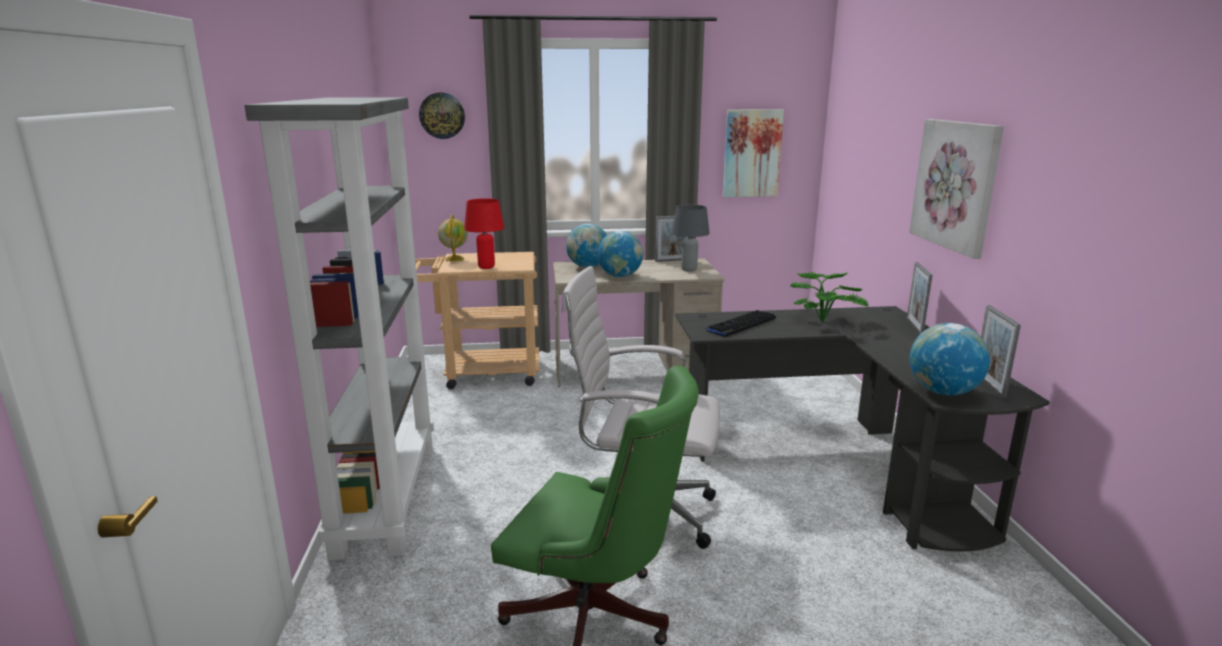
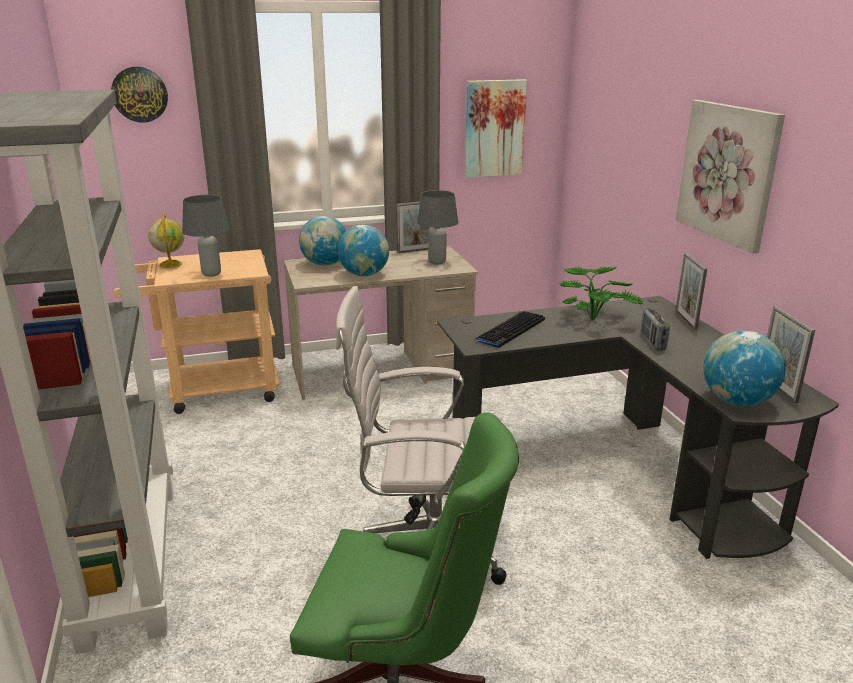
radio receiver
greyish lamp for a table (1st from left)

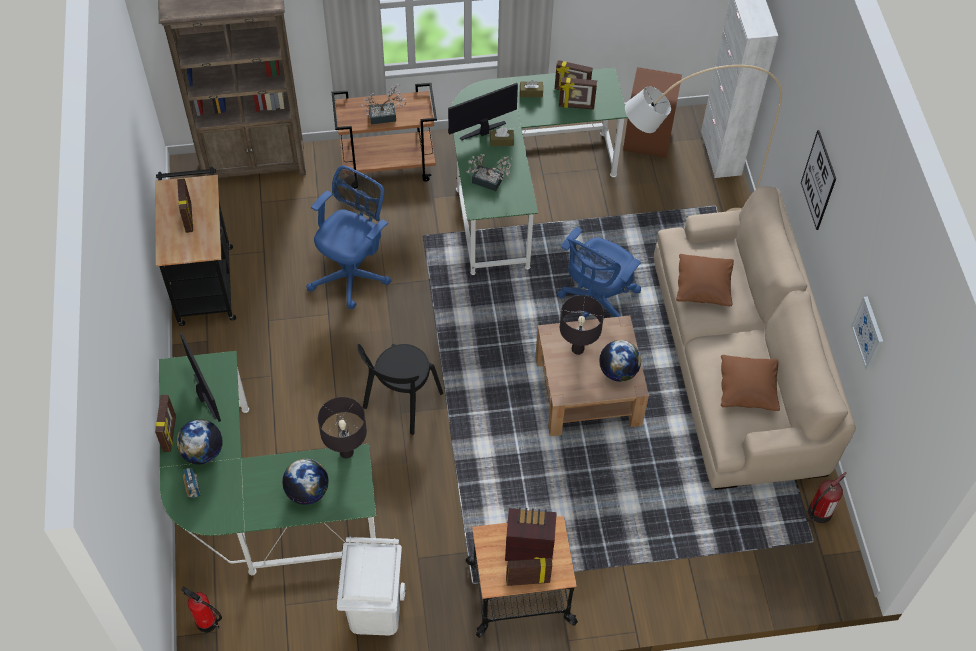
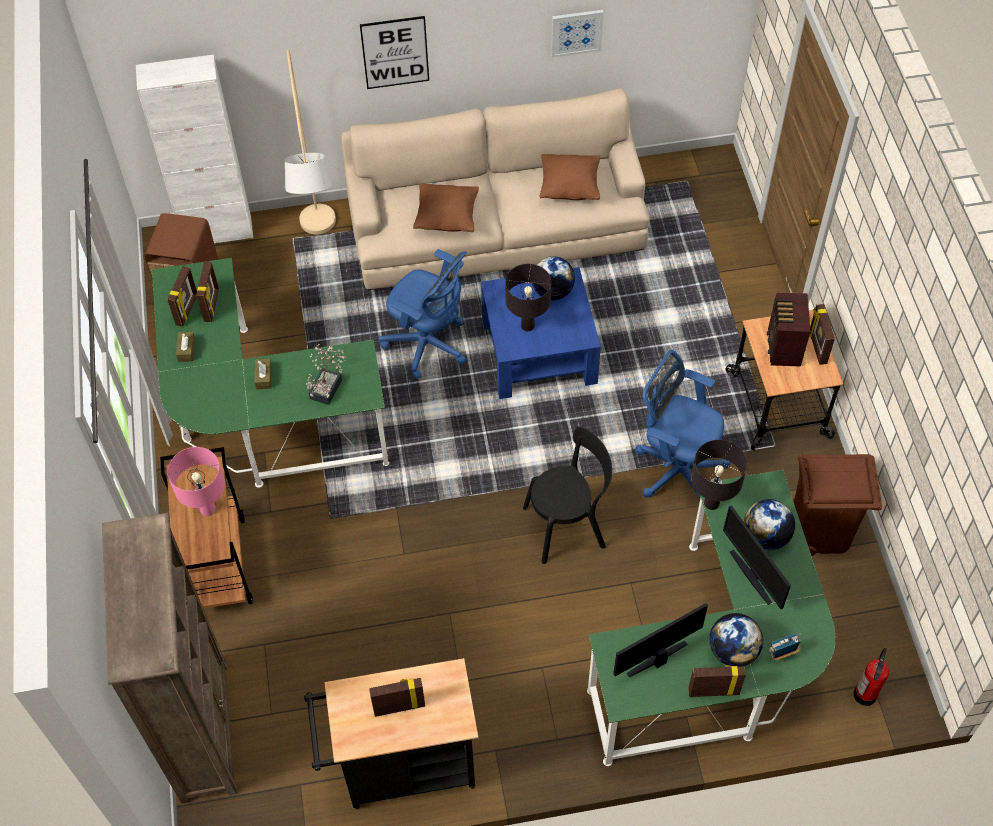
extinguisher (2nd from left in the first image)
blue-coloured office chair (2nd from left)
monitor (2nd from left)
pink lamp for a table
brown rubbish bin (2nd from left)
blue-coloured coffee table
black-coloured upright chair

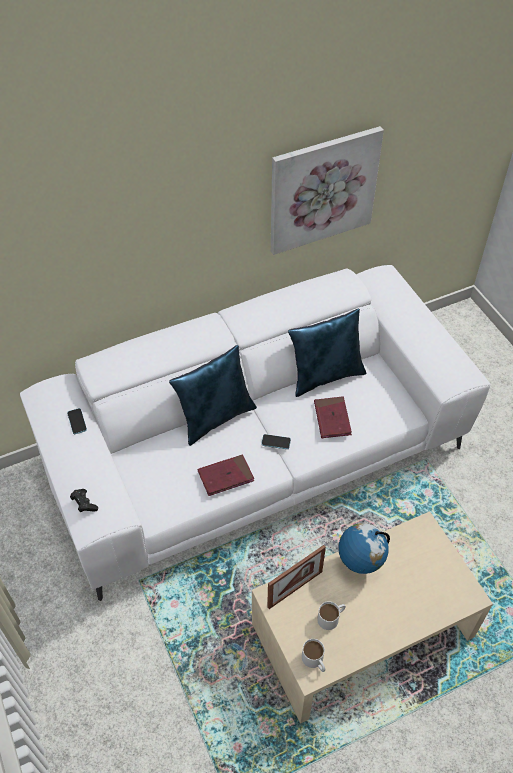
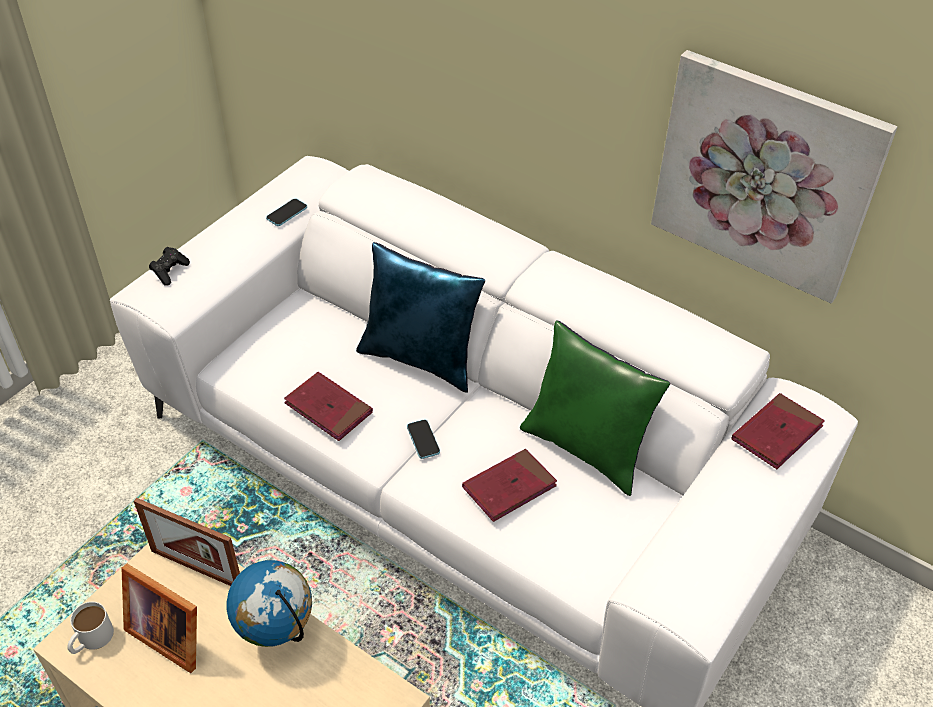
red-coloured book (3rd from left)
photo frame (1st from left)
green-coloured cushion

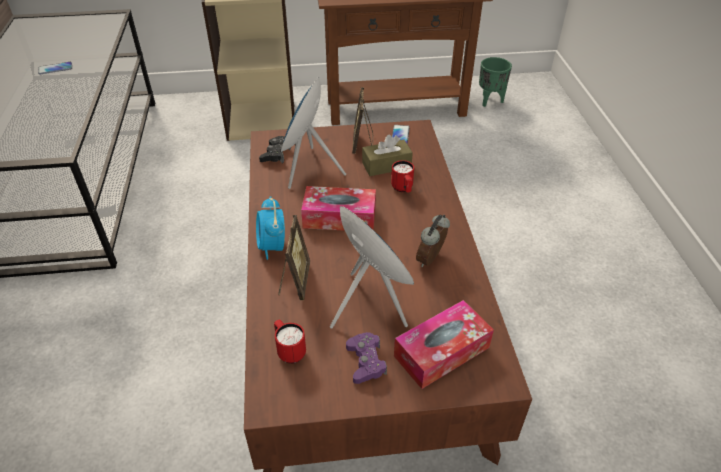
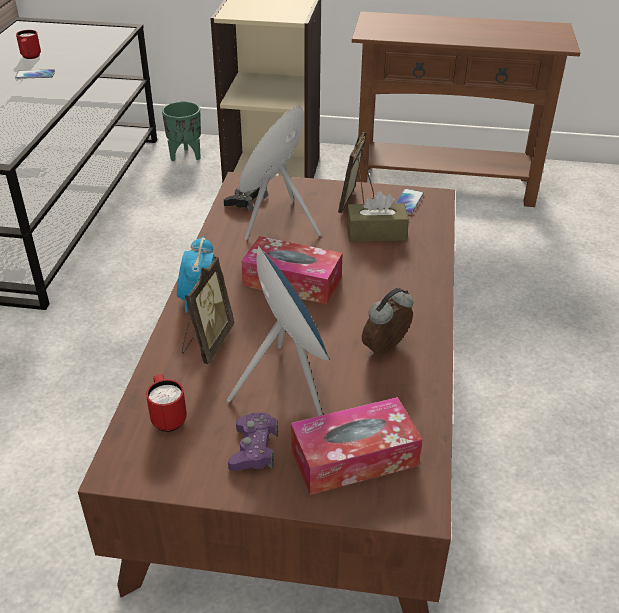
red-coloured mug (1st from left)
green-coloured flower pot

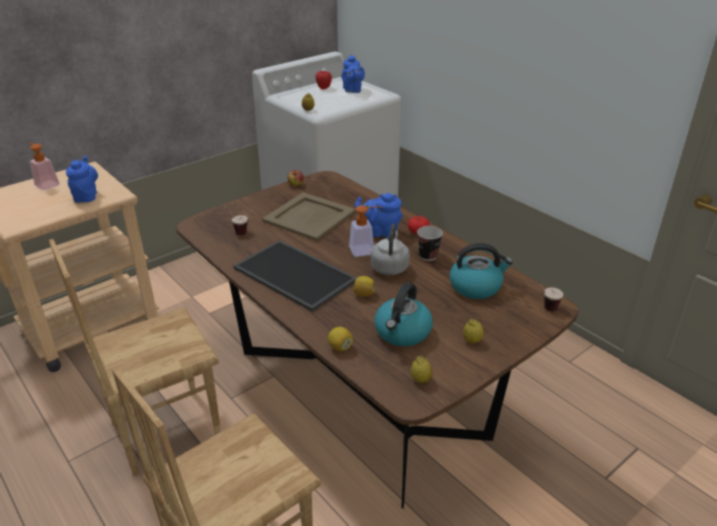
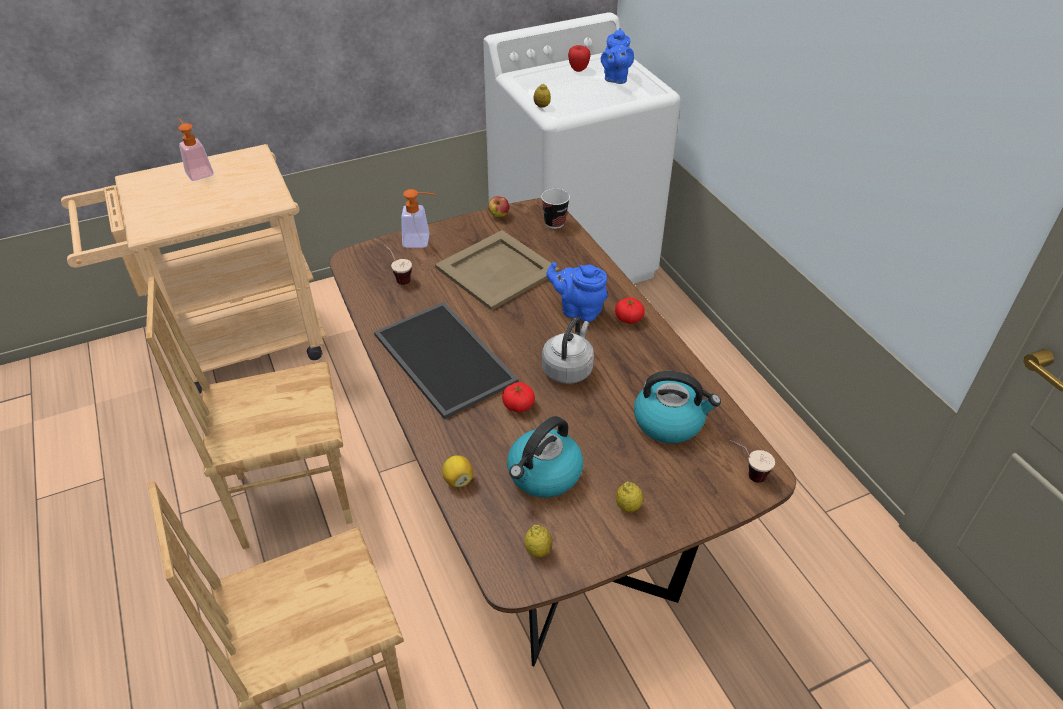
blue-coloured pot for tea (1st from left in the first image)
soap dispenser (2nd from left)
small cup (2nd from left)
whole tomato (1st from left)

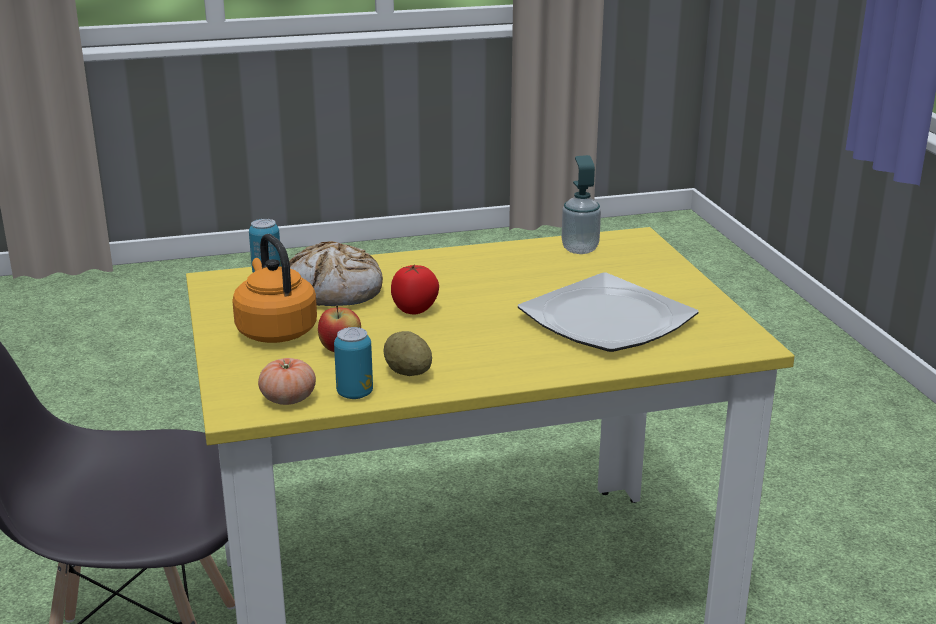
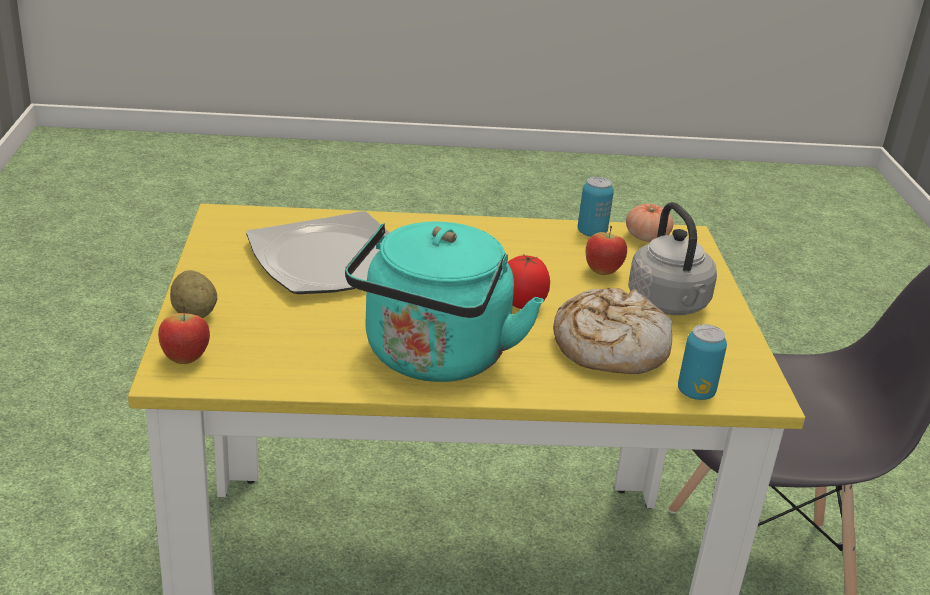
soap dispenser
apple fruit (1st from left)
turquoise-coloured tea kettle
whole potato
greyish tea kettle

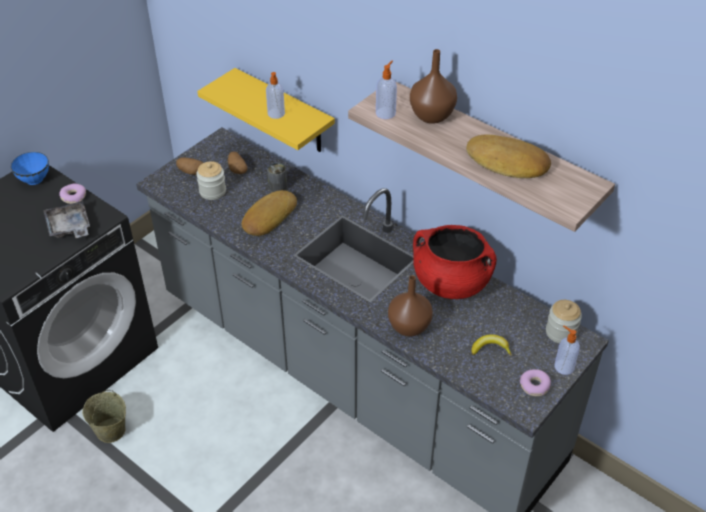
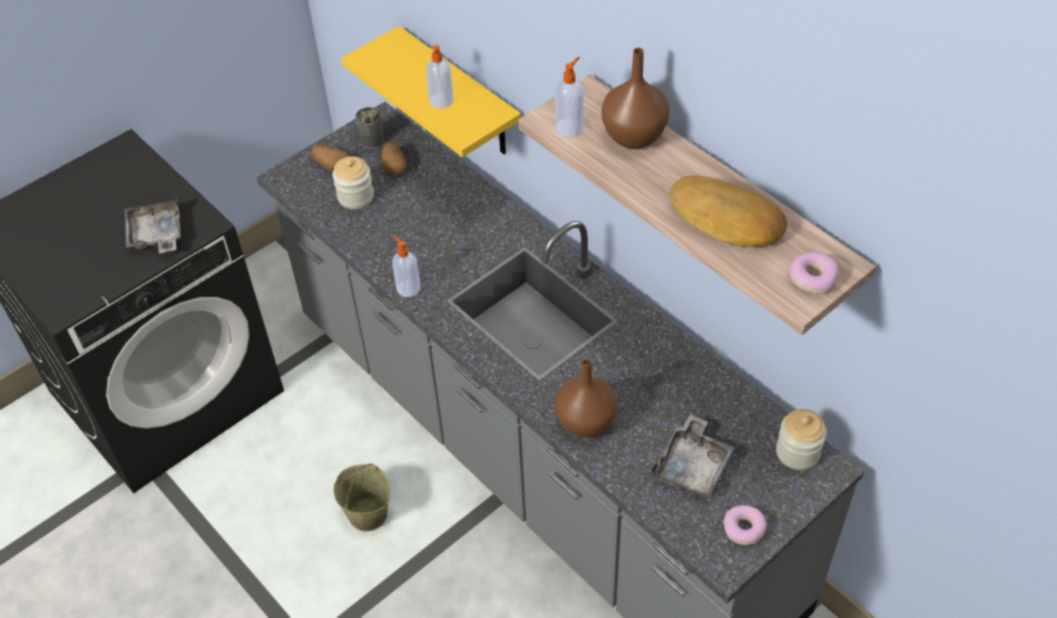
blue-coloured bowl
bread (1st from left in the first image)
red-coloured cooking pot
doughnut (2nd from left)
beige water bucket
sealed can
soap dispenser (1st from left)
greyish tray (2nd from left)

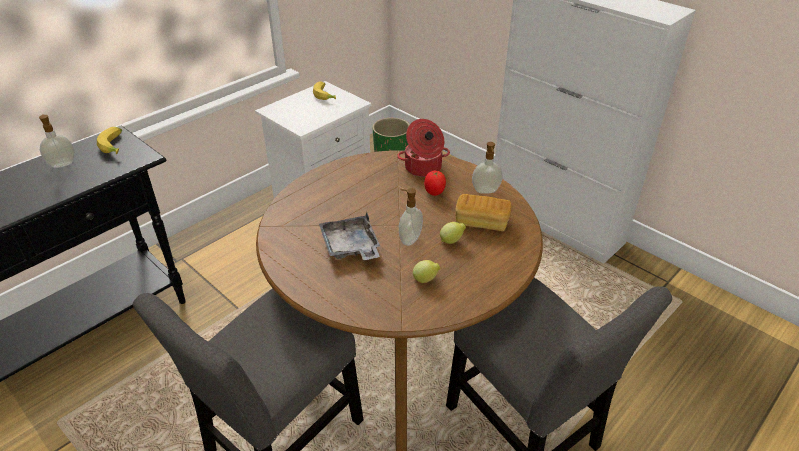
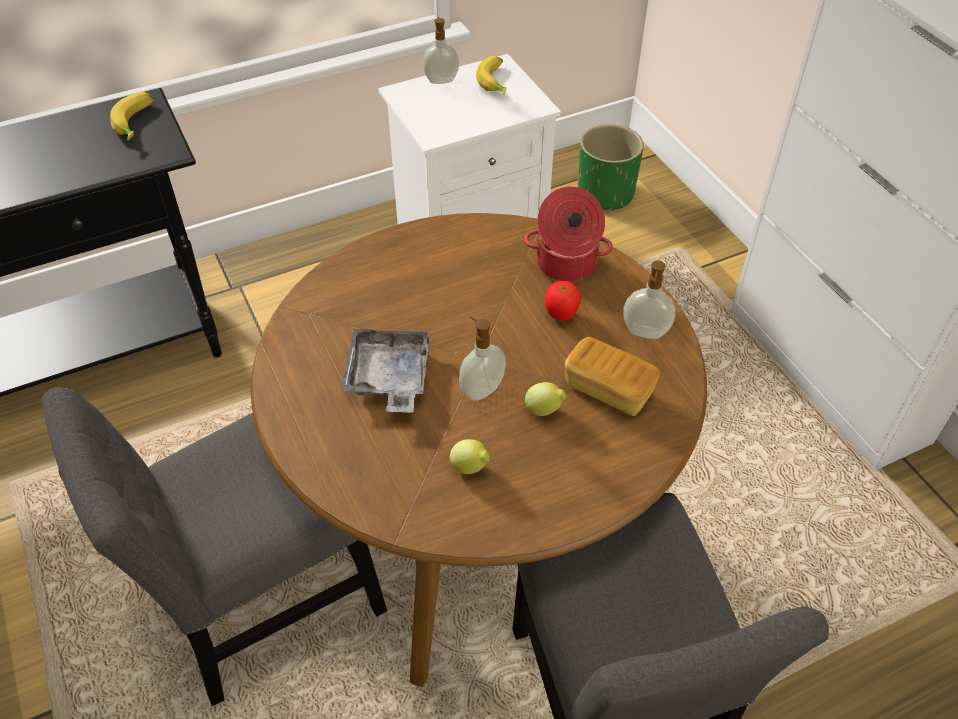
soap dispenser (1st from left)

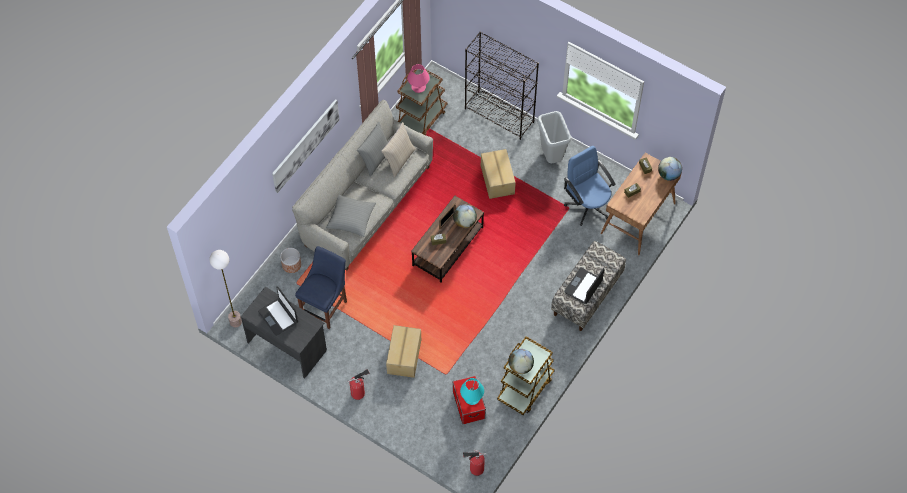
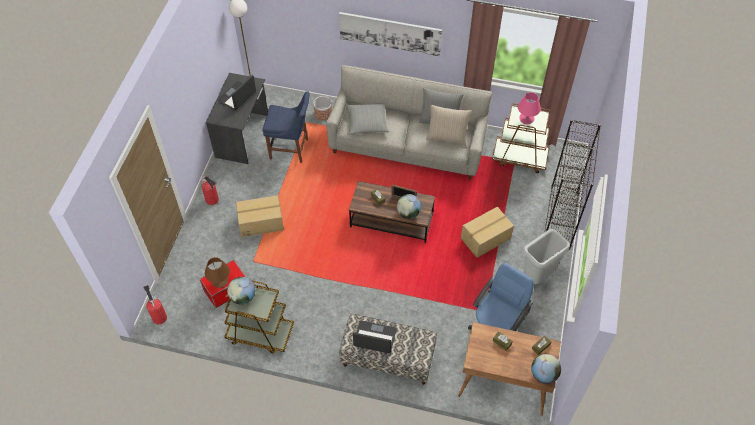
brown lamp for a table

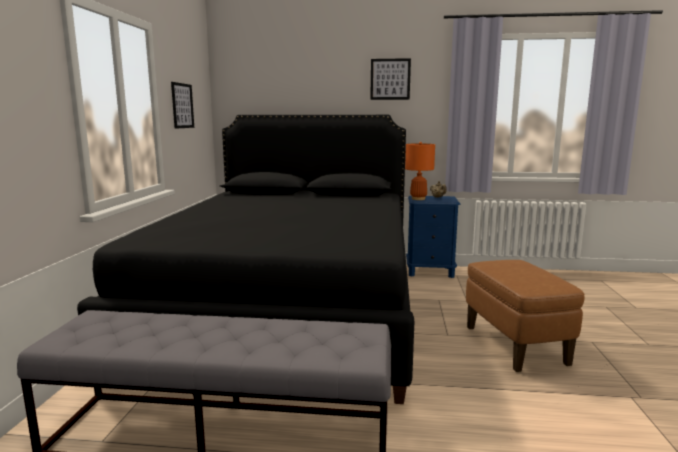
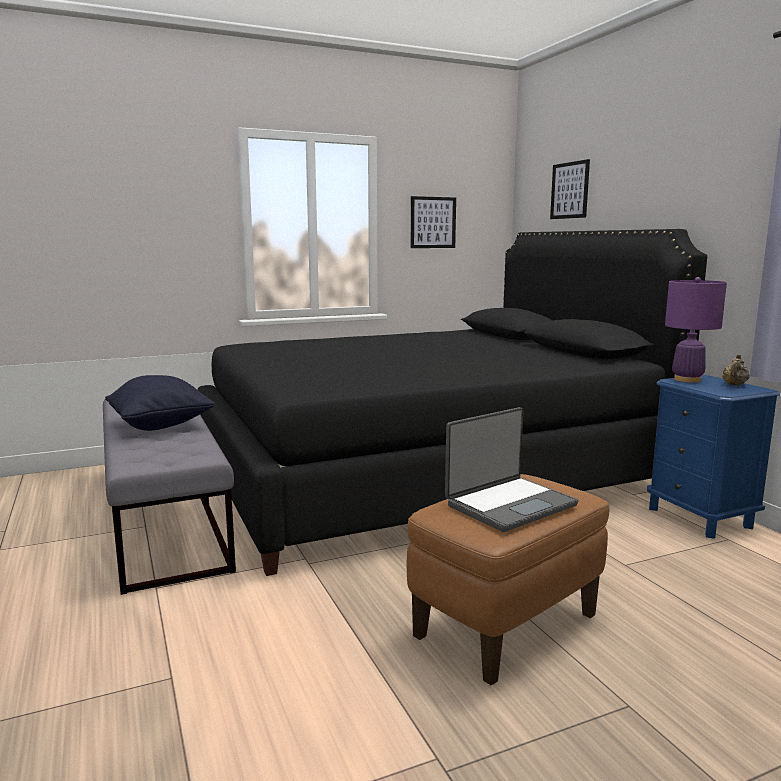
black-coloured cushion
laptop
wall art (2nd from left)
purple-coloured lamp for a table

